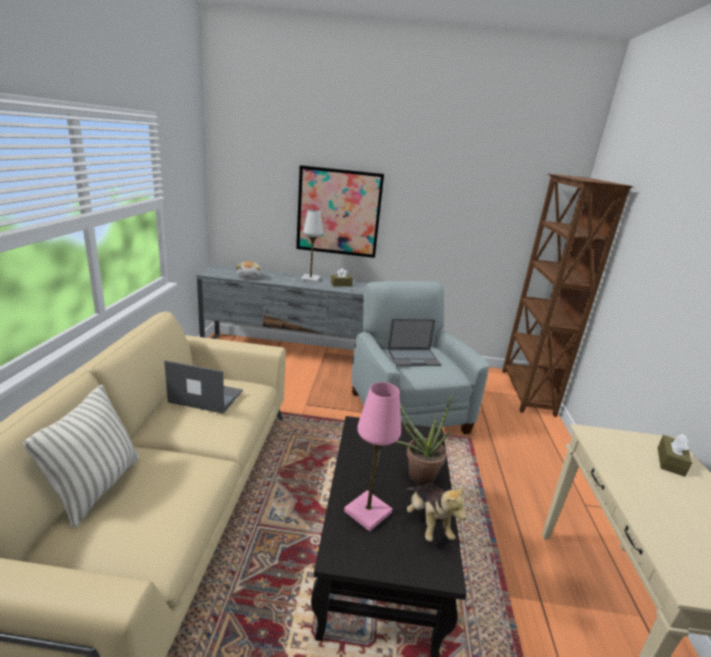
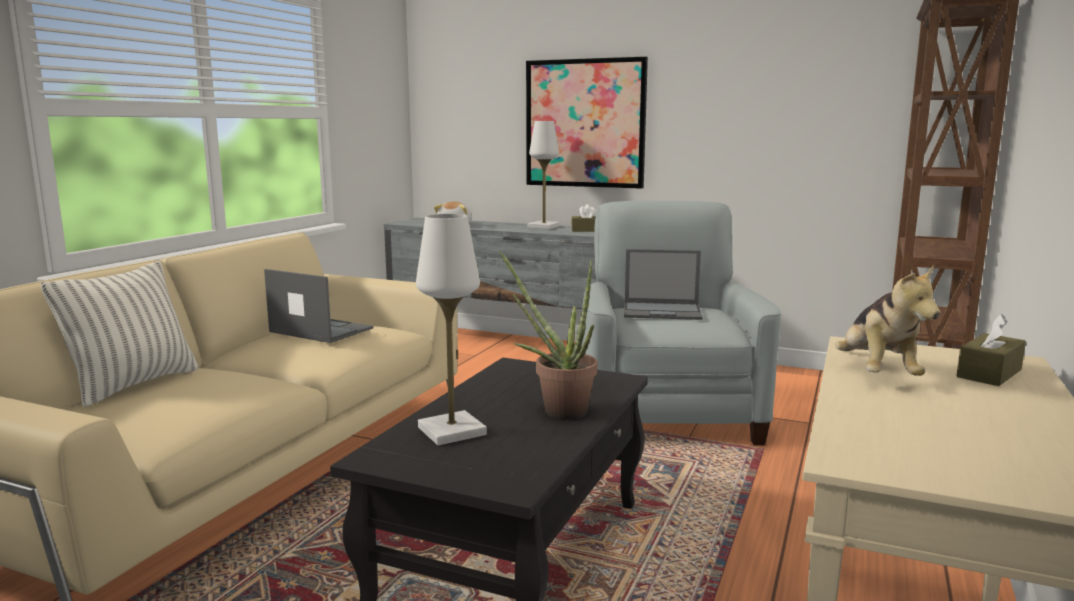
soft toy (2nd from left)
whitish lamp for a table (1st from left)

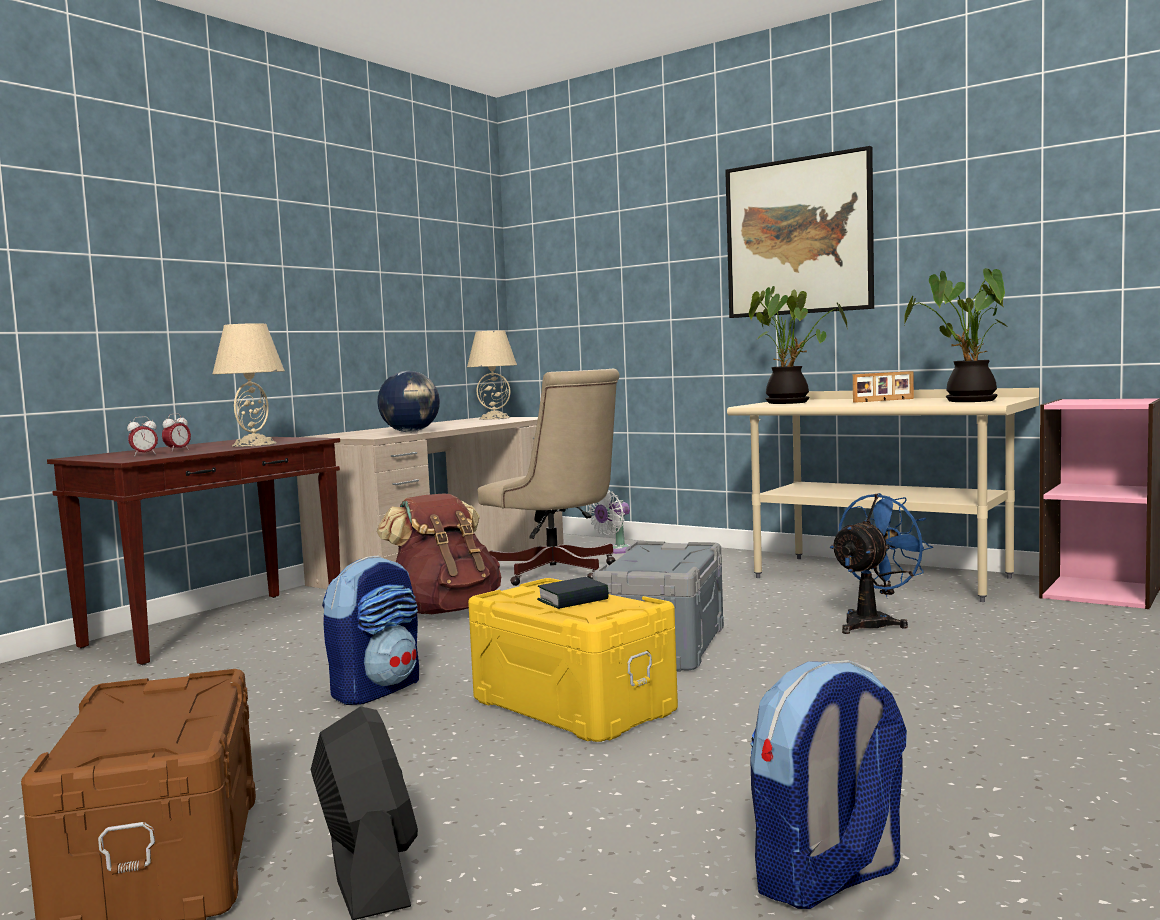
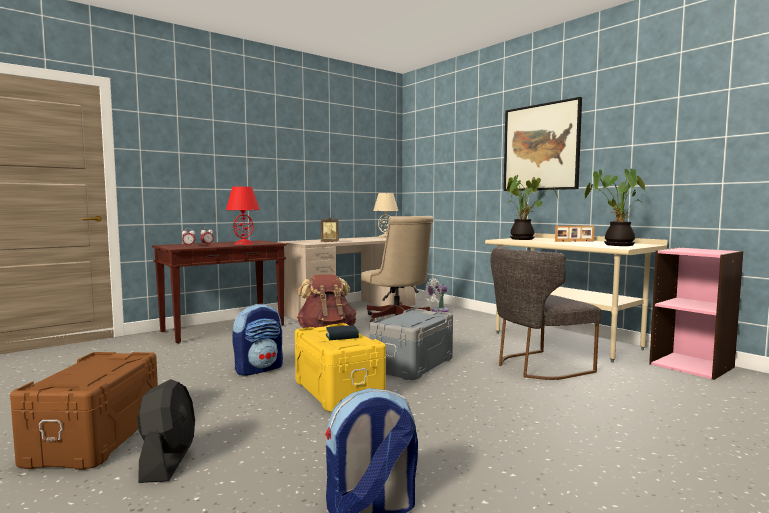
photo frame (1st from left)
greyish upright chair
red-coloured lamp for a table

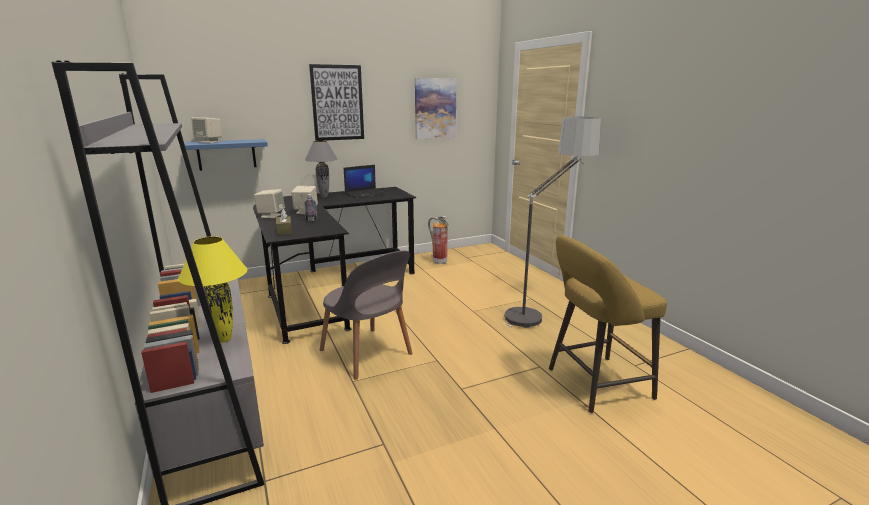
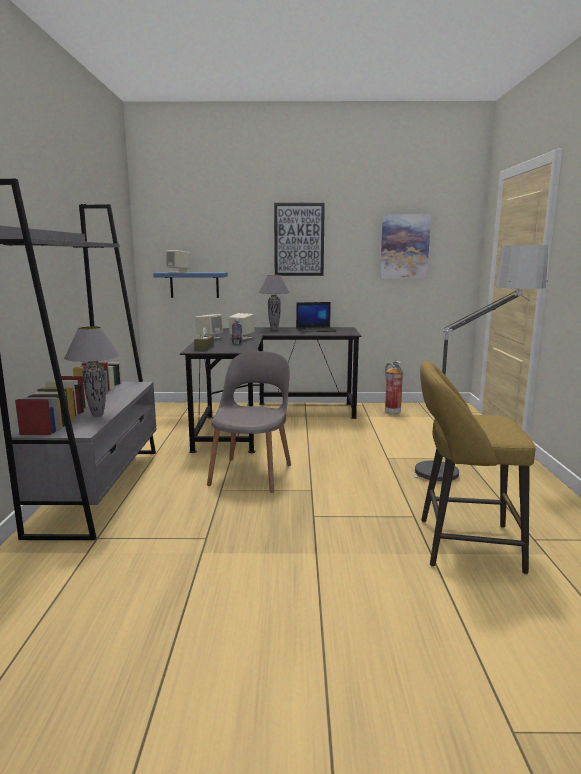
greyish lamp for a table (1st from left)
greyish upright chair

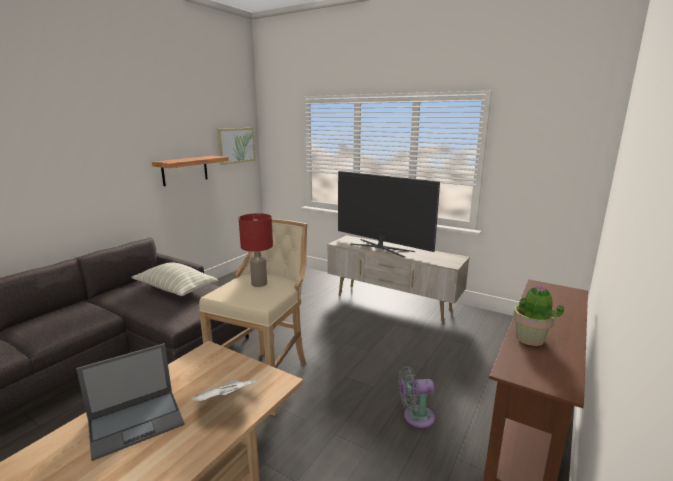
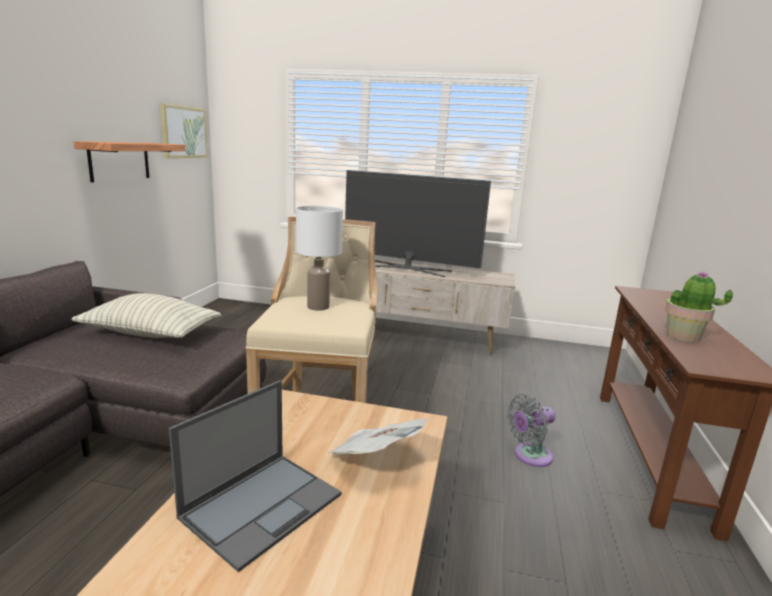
whitish lamp for a table

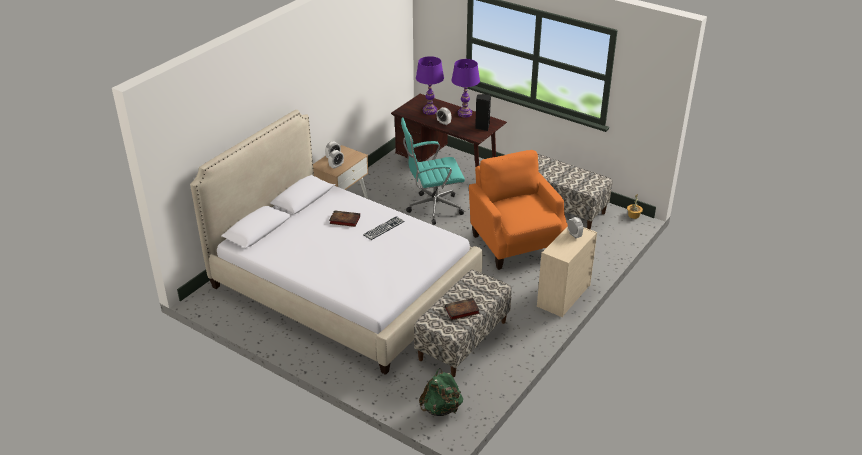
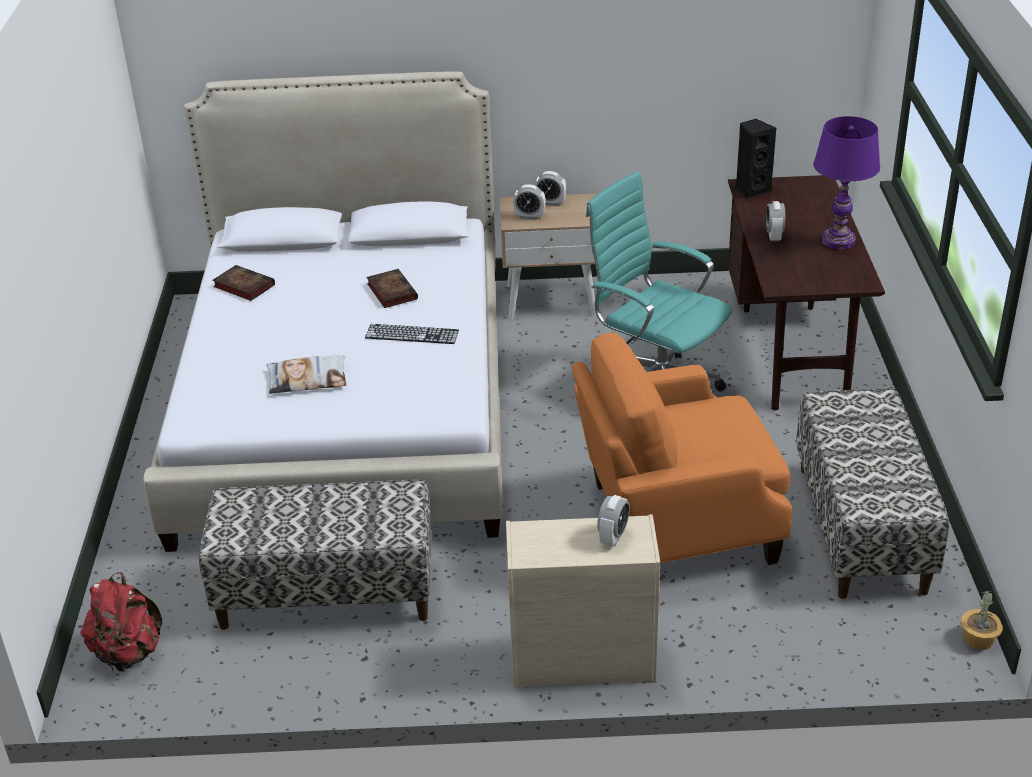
purple-coloured lamp for a table (1st from left in the first image)
cushion
book (1st from left)
black-coloured speaker
red-coloured knapsack
orangey lounge chair

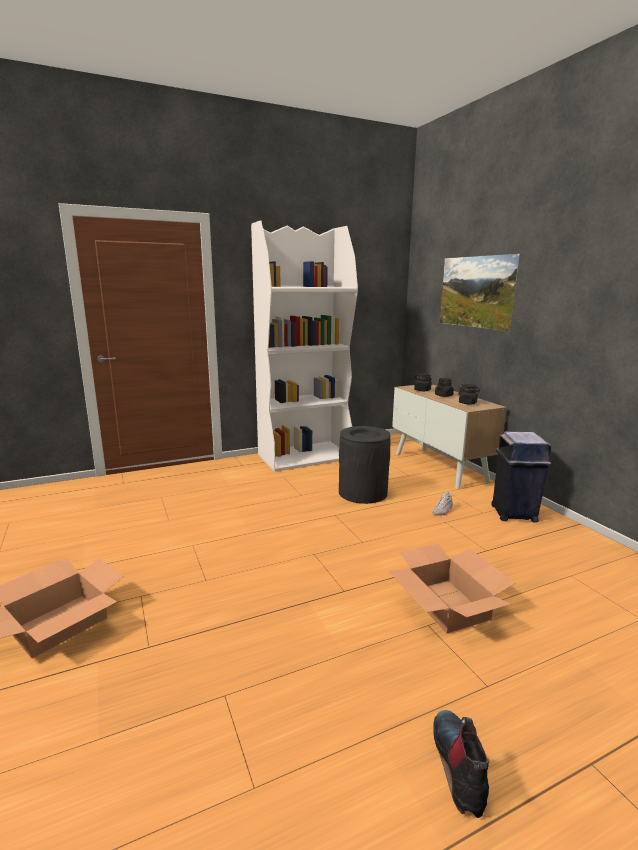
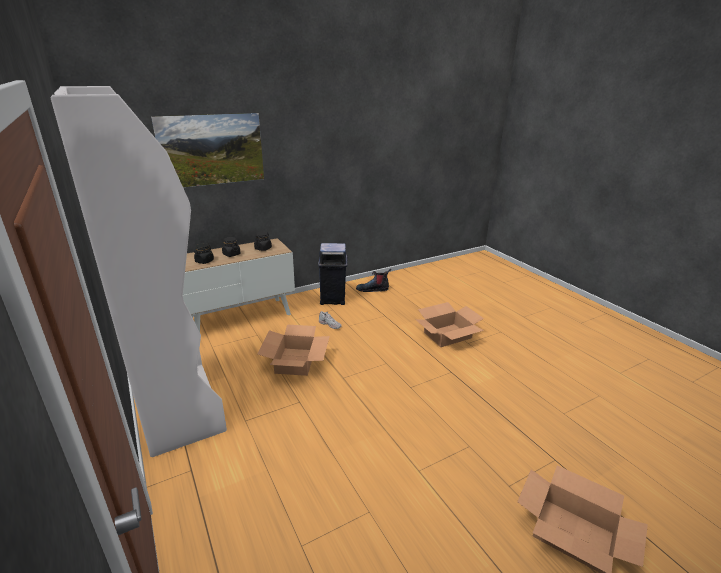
high-top boot
carton (1st from left)

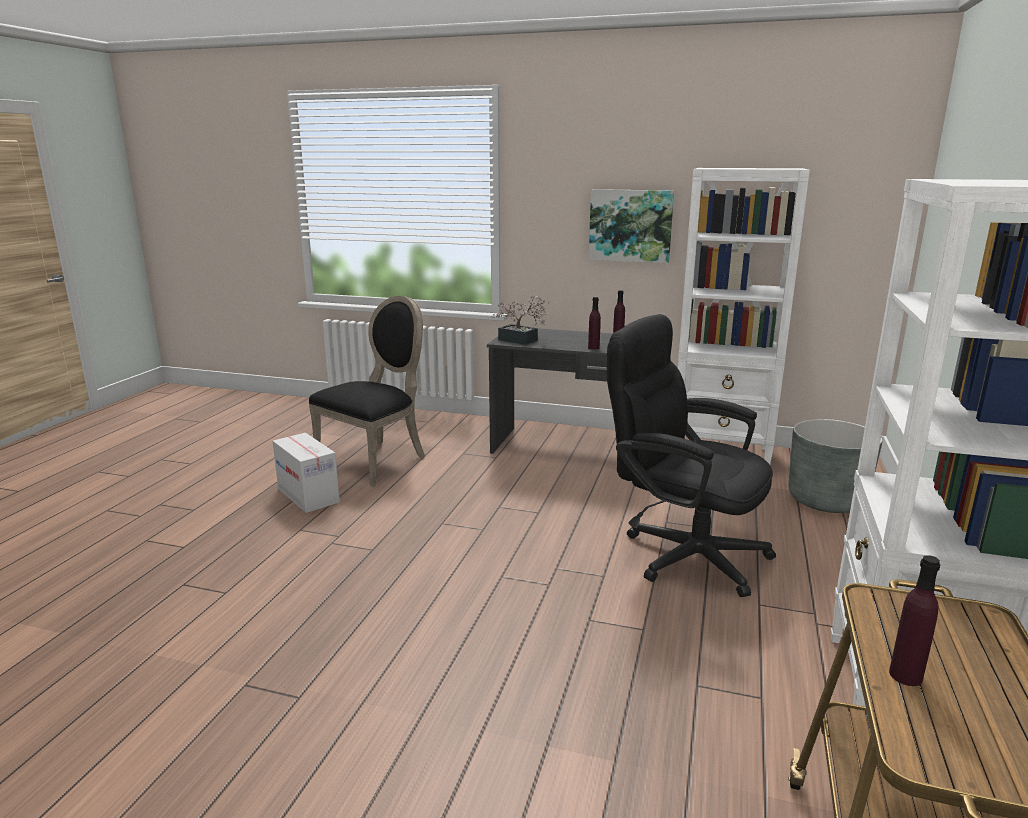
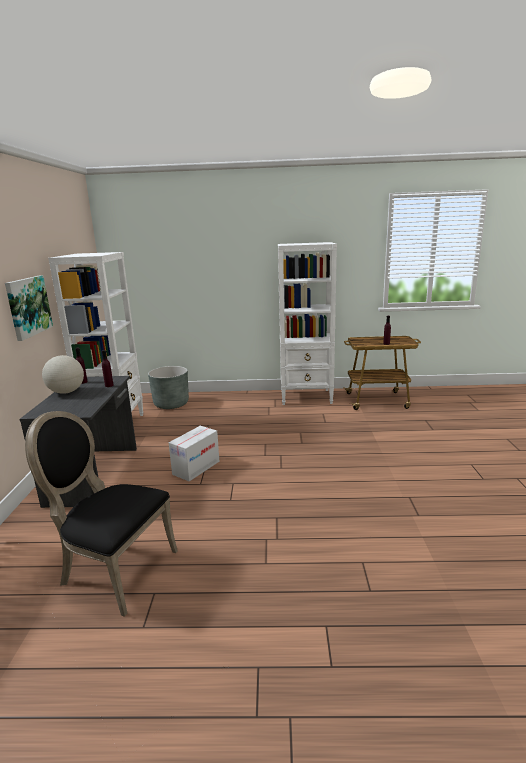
plant in a pot
black-coloured office chair
world globe
carton

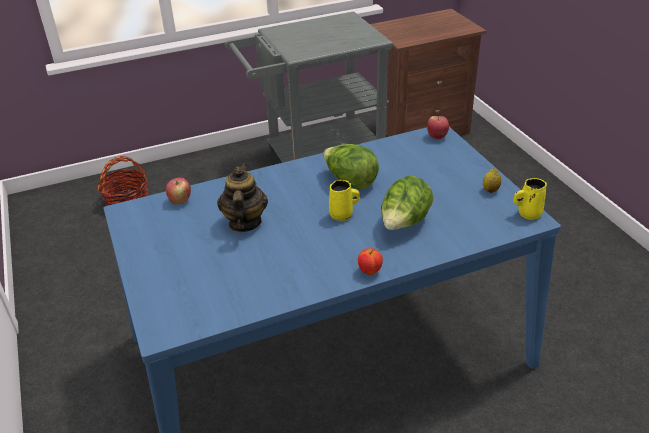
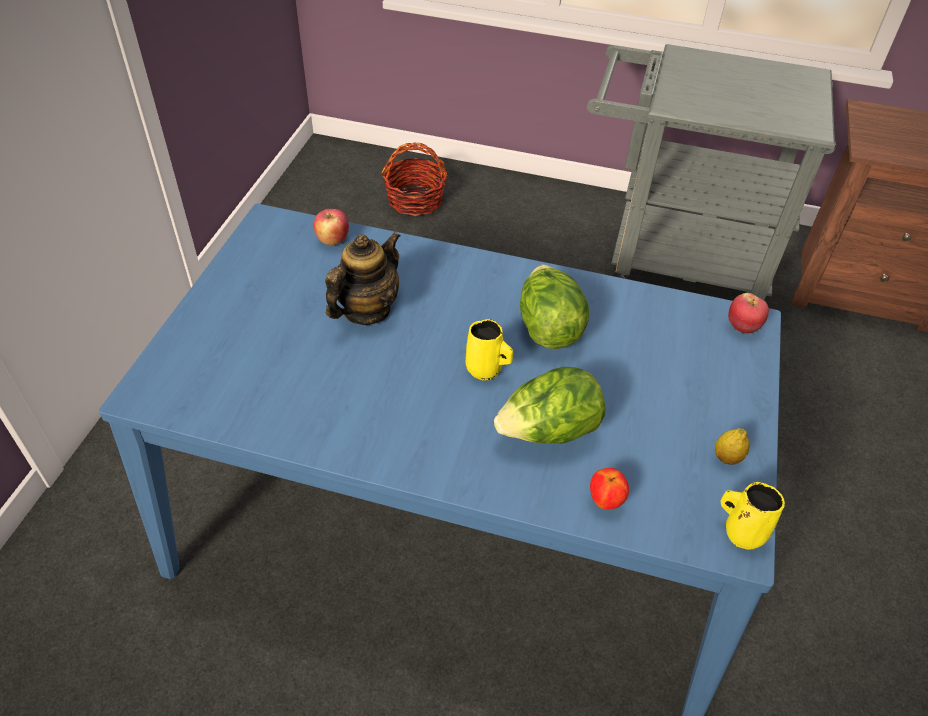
apple fruit (2nd from left)

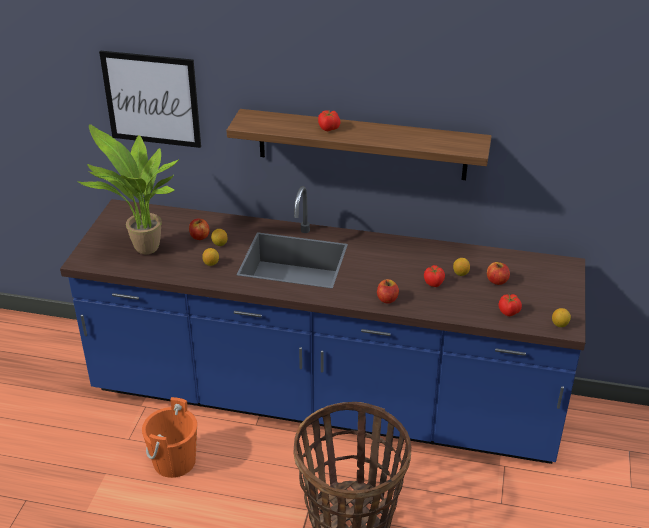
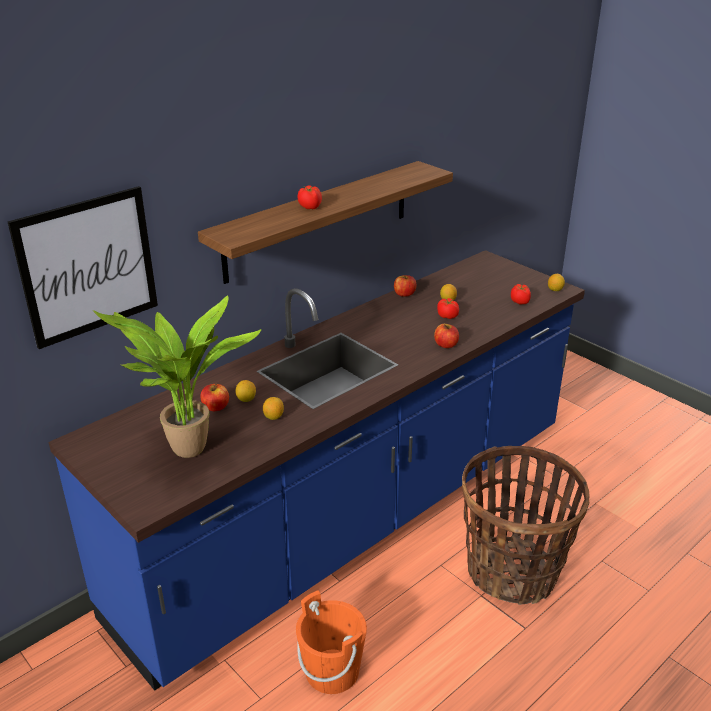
apple fruit (2nd from left)

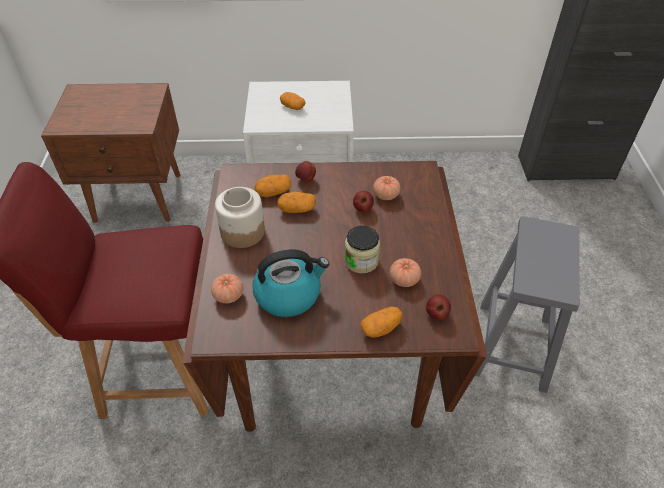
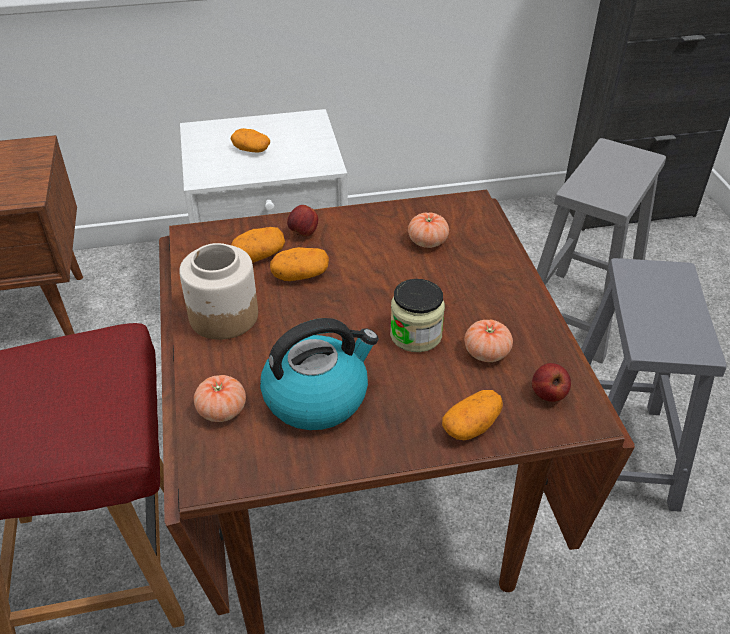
apple fruit (2nd from left in the first image)
greyish stool seat (1st from left)

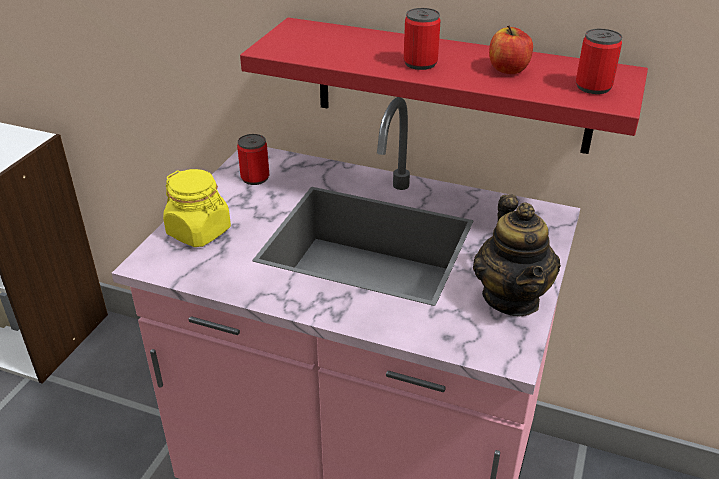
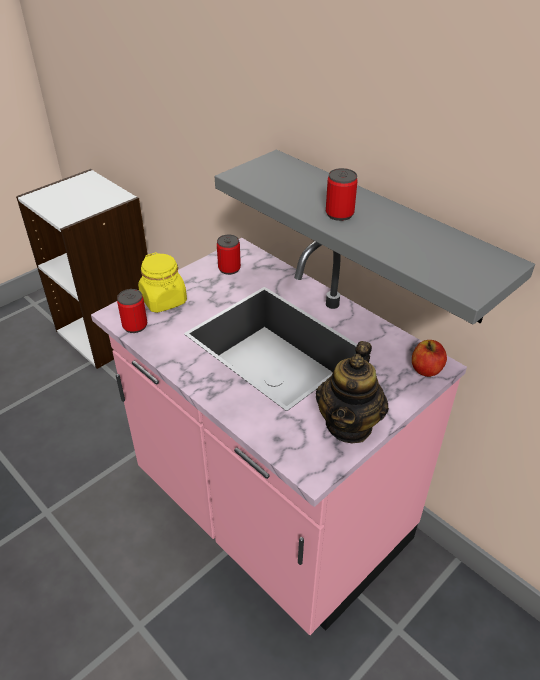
apple fruit
sealed can (1st from left)
greyish bracket shelf

